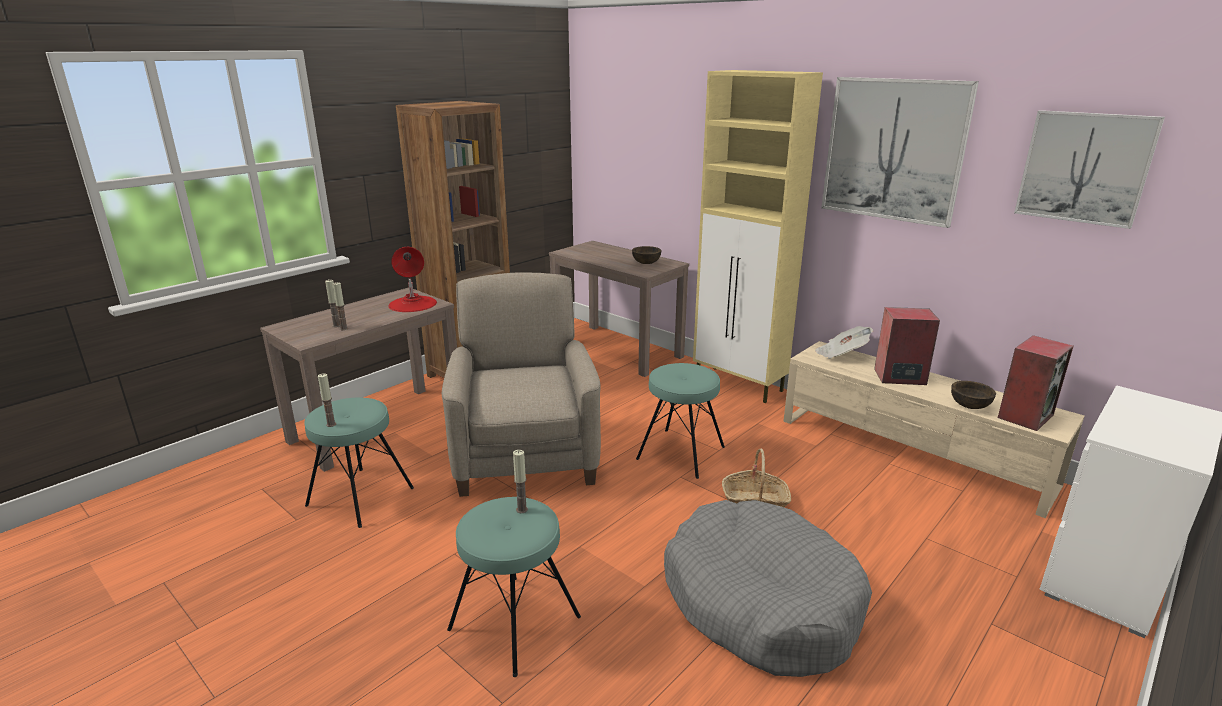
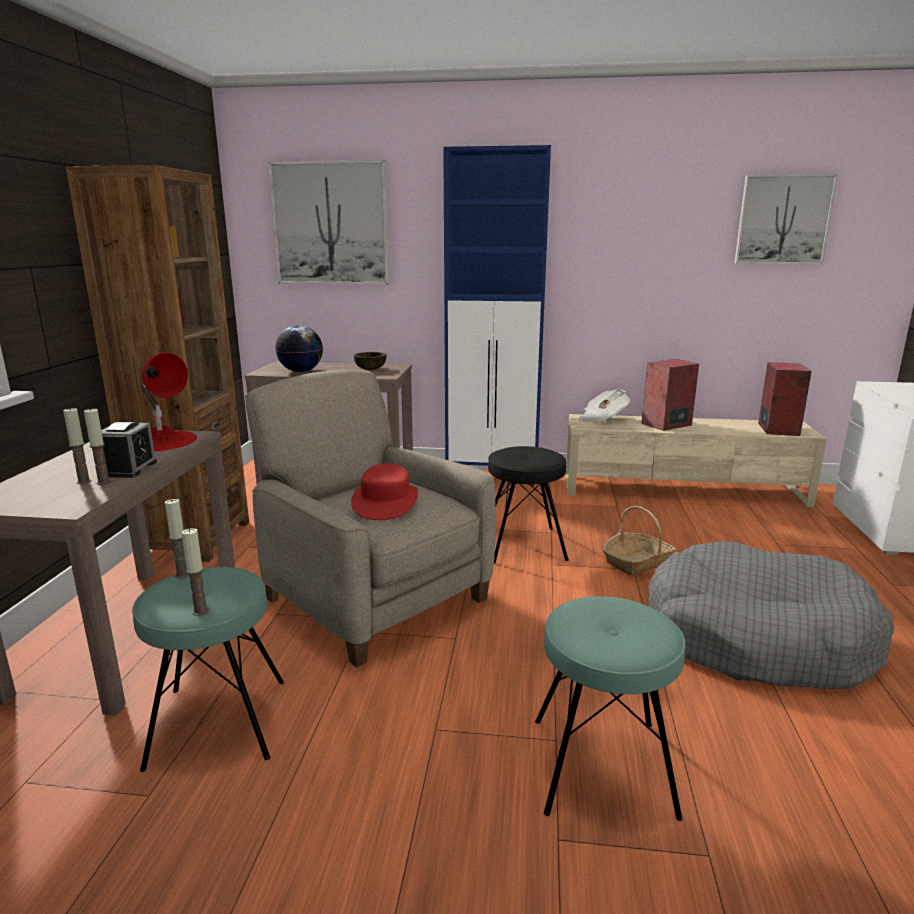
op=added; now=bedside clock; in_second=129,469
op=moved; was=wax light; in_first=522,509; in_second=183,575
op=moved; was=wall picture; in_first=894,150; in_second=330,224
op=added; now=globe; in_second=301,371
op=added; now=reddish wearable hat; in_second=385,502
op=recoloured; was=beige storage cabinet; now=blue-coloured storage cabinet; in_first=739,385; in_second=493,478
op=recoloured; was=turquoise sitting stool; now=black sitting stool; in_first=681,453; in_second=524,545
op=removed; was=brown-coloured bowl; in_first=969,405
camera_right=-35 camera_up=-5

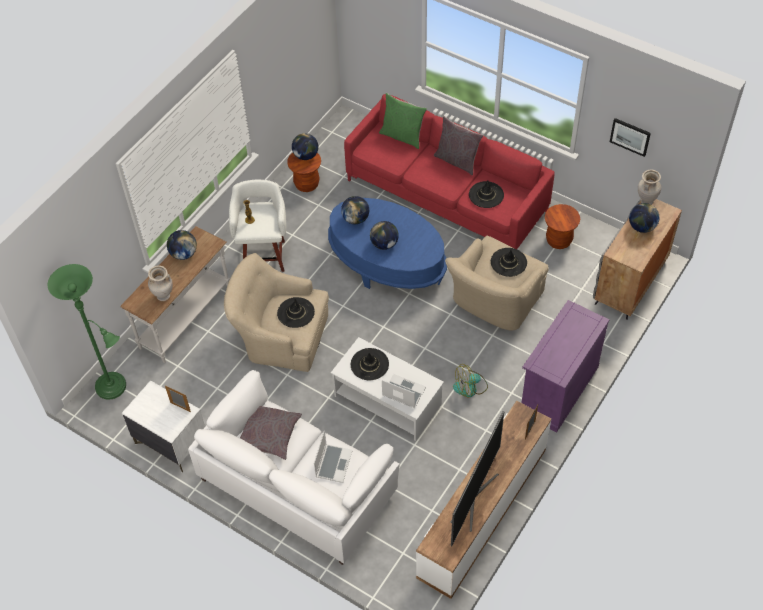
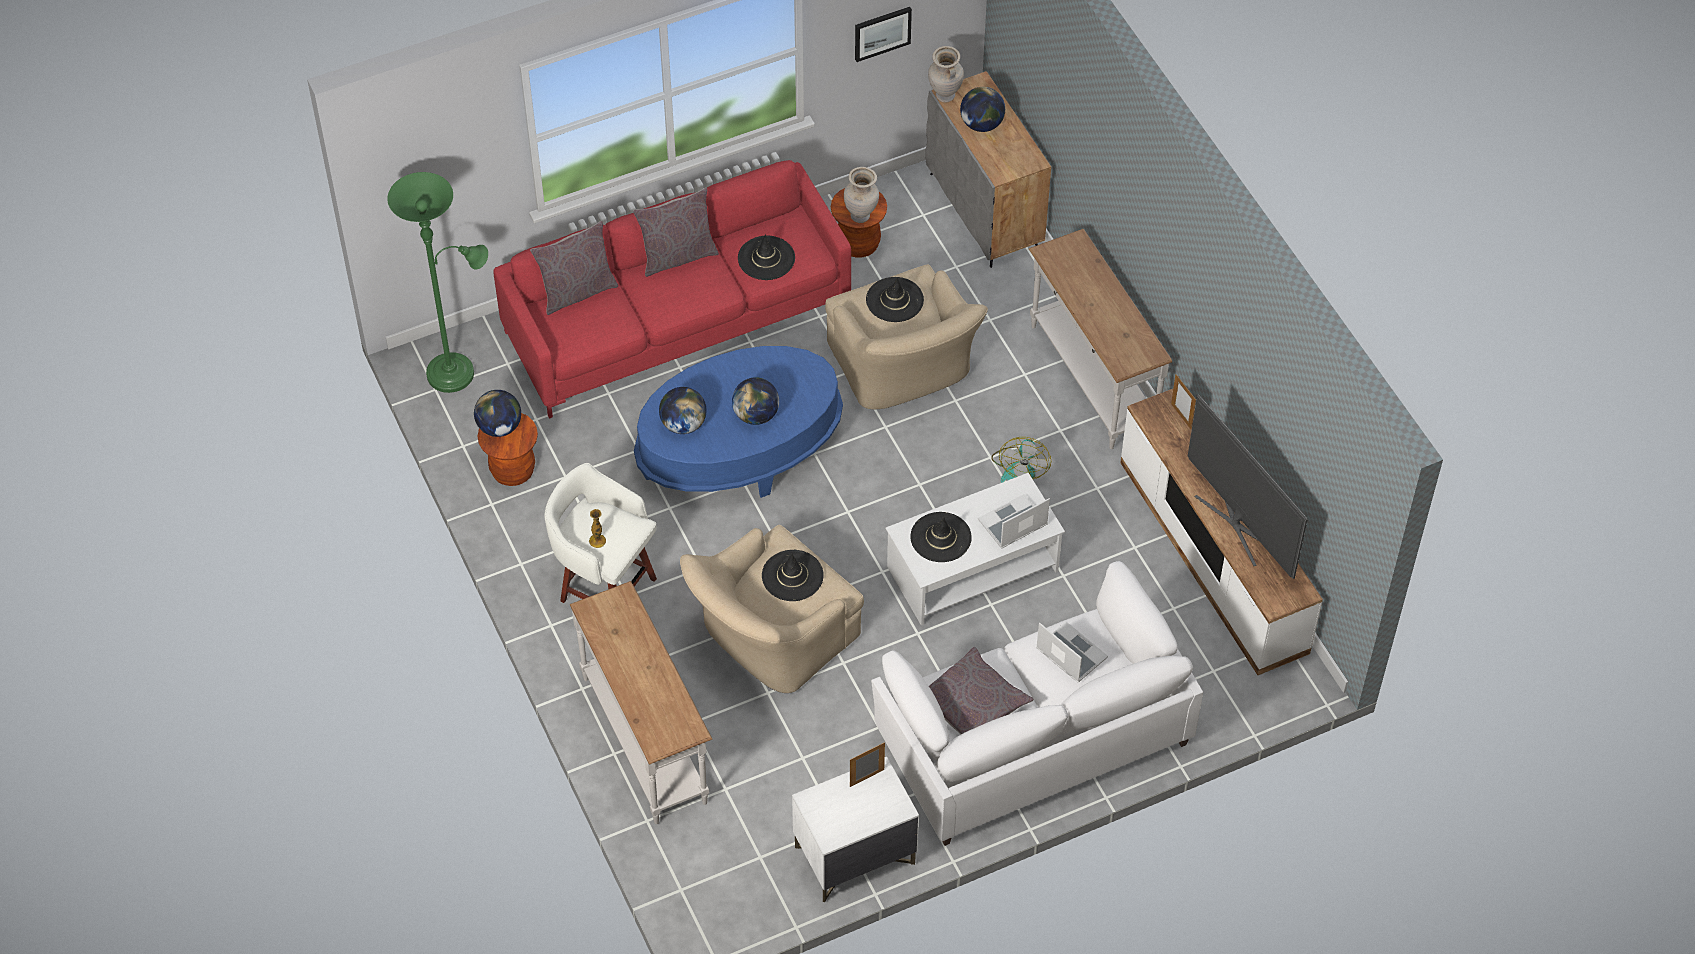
op=moved; was=green floor lamp; in_first=114,388; in_second=456,371
op=recoloured; was=green pillow; now=gray pillow; in_first=402,136; in_second=577,291
op=moved; was=beige decorative vase; in_first=163,297; in_second=861,216
op=replaced; was=purplish storage cabinet; now=white narrow table; in_first=558,389; in_second=1091,379
op=removed; was=globe; in_first=183,254
camera_right=-60 camera_up=0

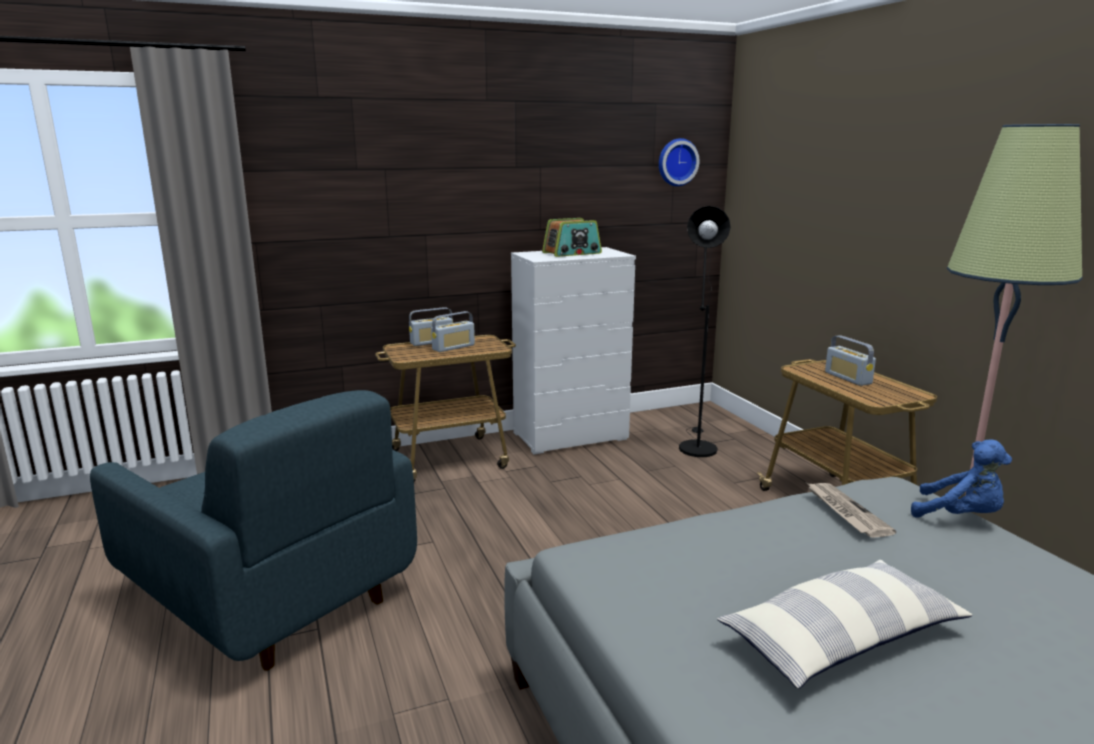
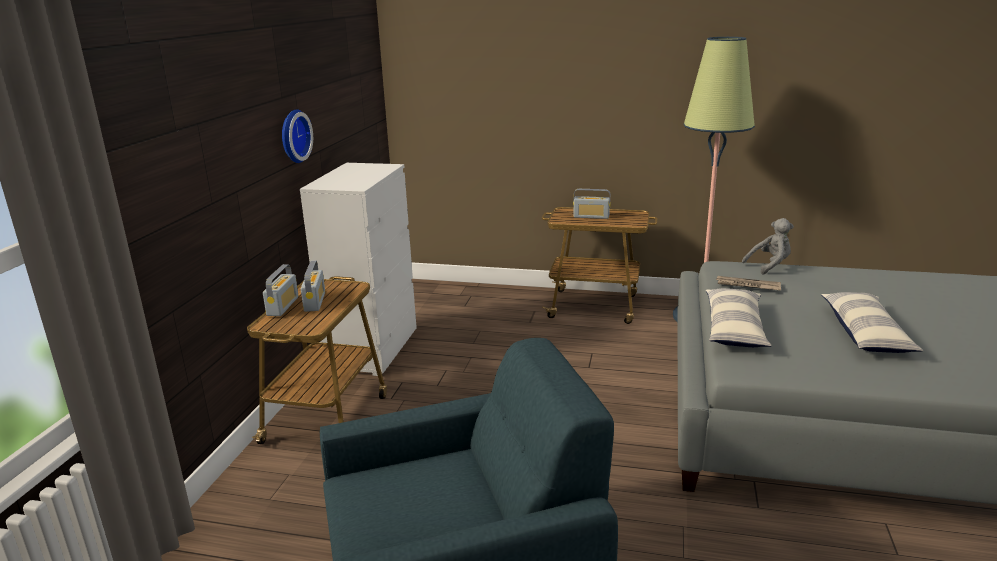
op=moved; was=hanging clock; in_first=676,162; in_second=293,136
op=added; now=pillow; in_second=734,329
op=recoloured; was=blue-coloured cuddly toy; now=gray cuddly toy; in_first=960,516; in_second=769,266
op=removed; was=radio receiver; in_first=572,253
op=removed; was=black floor lamp; in_first=696,446
camera_right=-55 camera_up=5

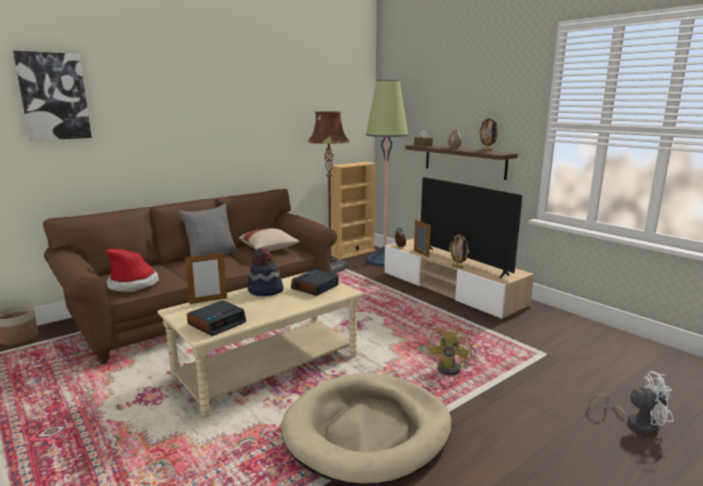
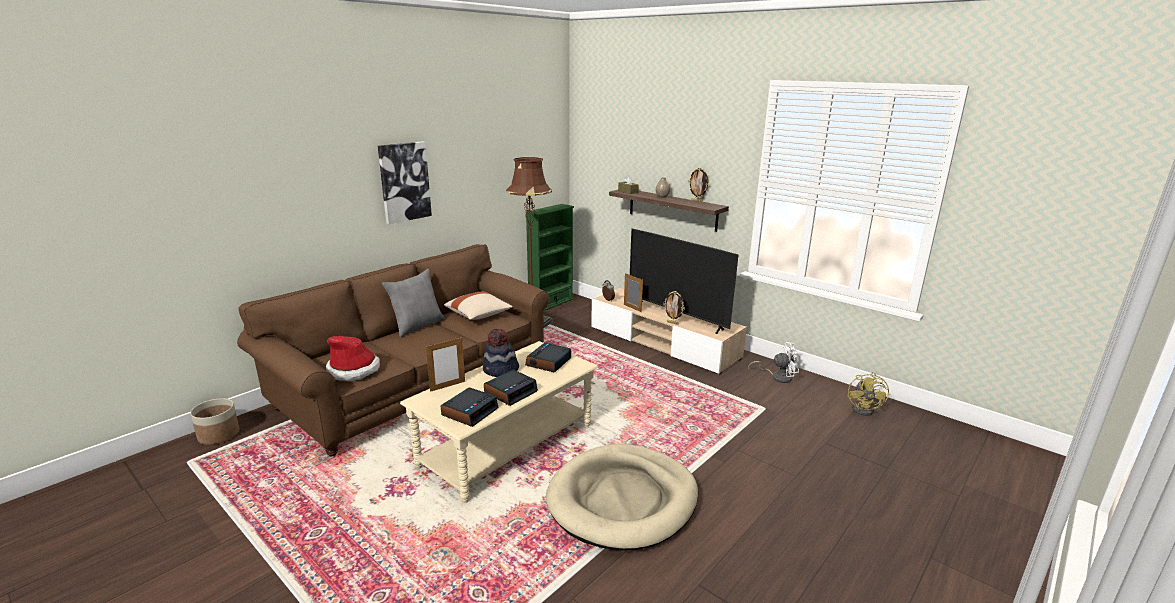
op=moved; was=wall picture; in_first=54,96; in_second=404,182
op=added; now=bedside clock; in_second=511,392
op=recoloured; was=beige bookcase; now=green bookcase; in_first=353,253; in_second=551,303
op=moved; was=white fan; in_first=636,422; in_second=777,377
op=moved; was=yellow-coloured fan; in_first=453,369; in_second=865,409
op=removed; was=floor lamp; in_first=384,260
camera_right=-10 camera_up=5

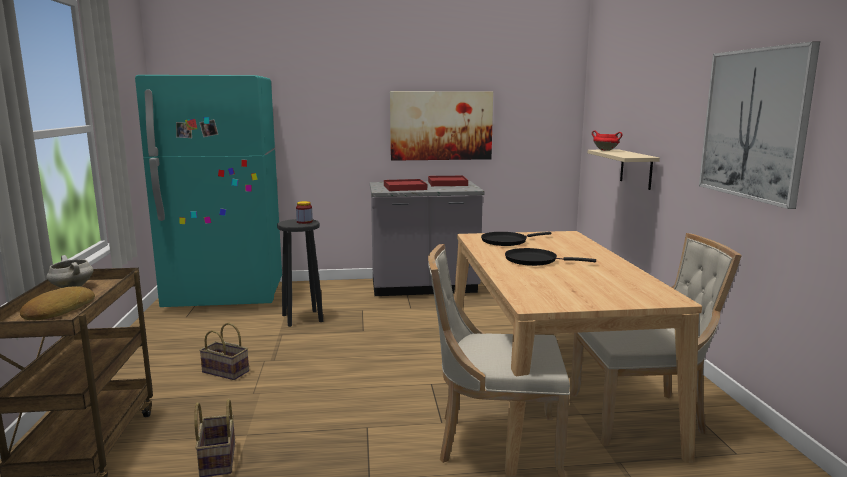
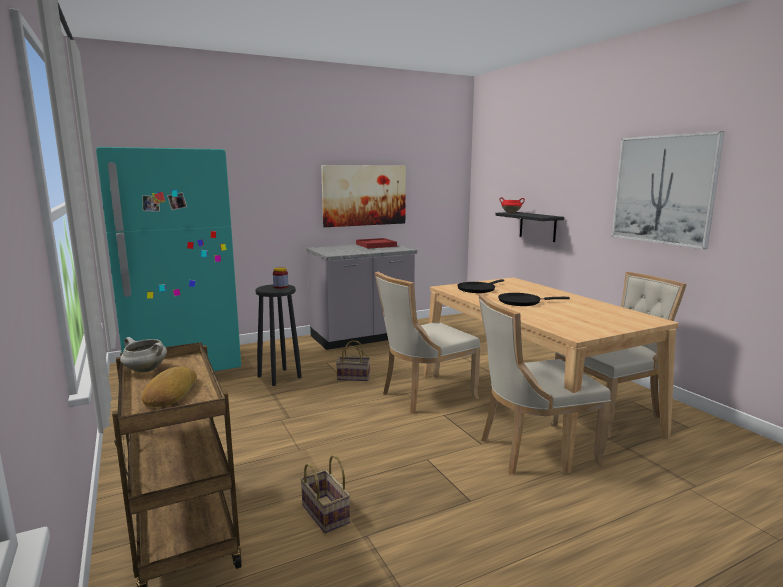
op=moved; was=basket; in_first=227,371; in_second=354,377
op=added; now=beige plain chair; in_second=424,395
op=recoloured; was=beige shelf; now=black shelf; in_first=636,169; in_second=537,226
op=removed; was=reddish carrying tray; in_first=404,187
camera_right=-20 camera_up=0

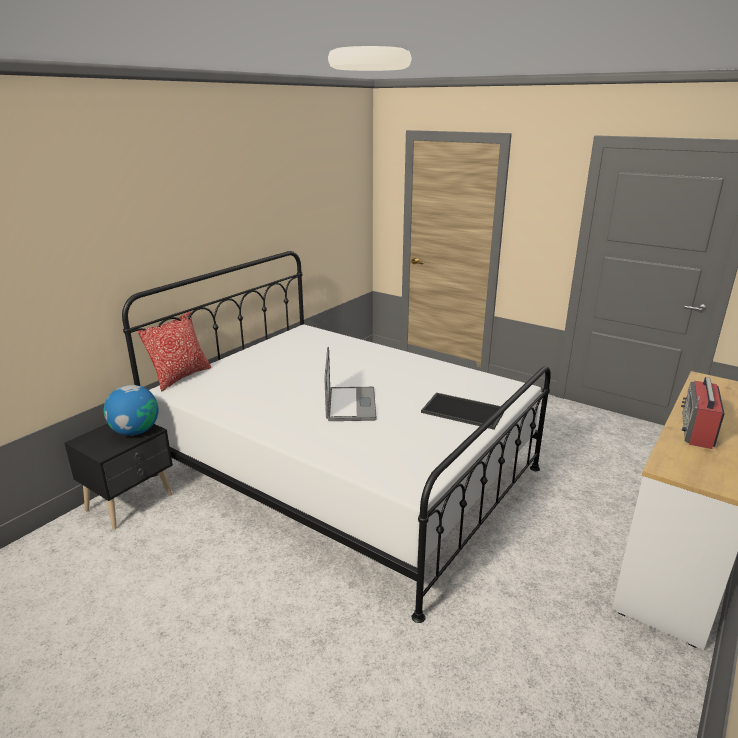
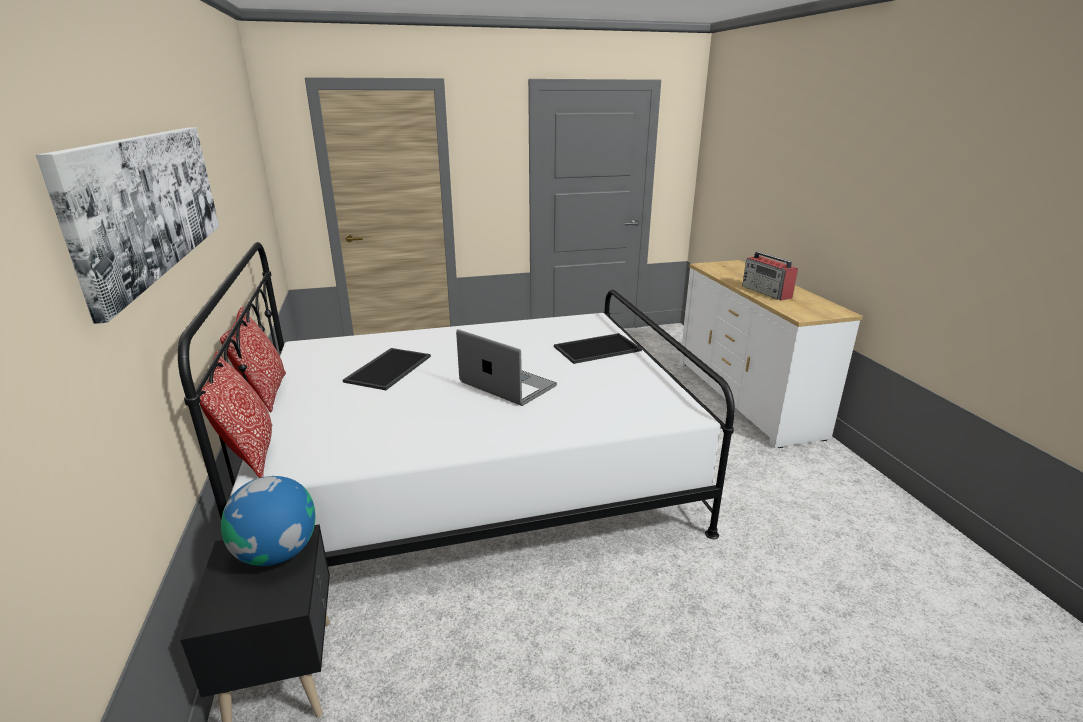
op=added; now=wall picture; in_second=151,202
op=added; now=pillow; in_second=265,393
op=added; now=carrying tray; in_second=388,368
camera_right=-50 camera_up=0

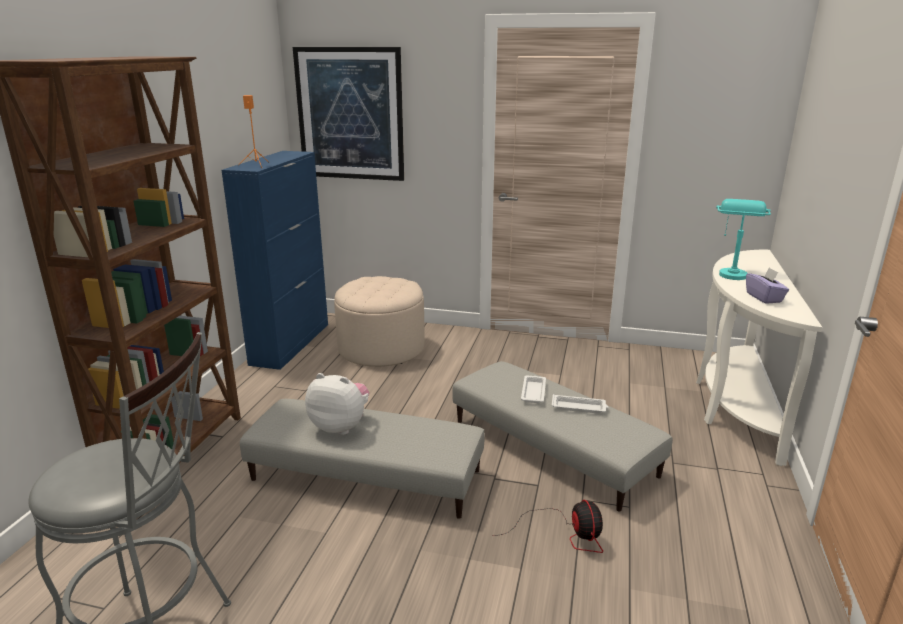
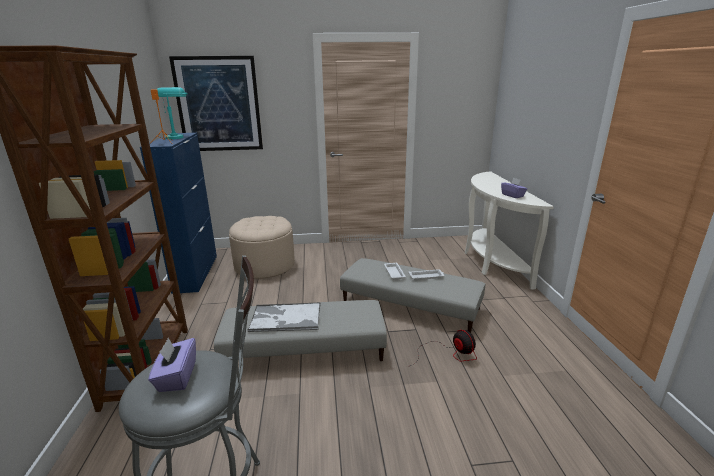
op=added; now=purplish box of tissues; in_second=177,377
op=moved; was=turquoise table lamp; in_first=731,272; in_second=176,137
op=replaced; was=cuddly toy; now=carrying tray; in_first=340,426; in_second=285,318
camera_right=-20 camera_up=0

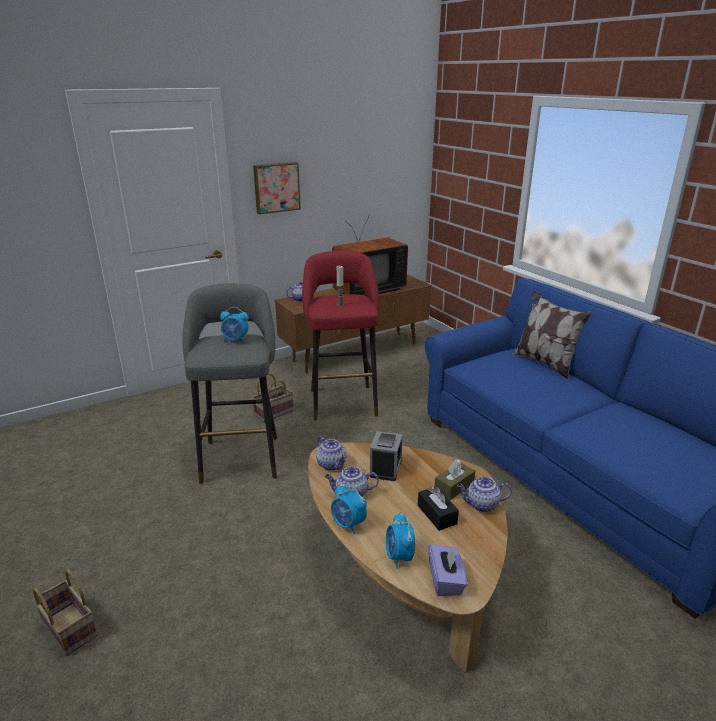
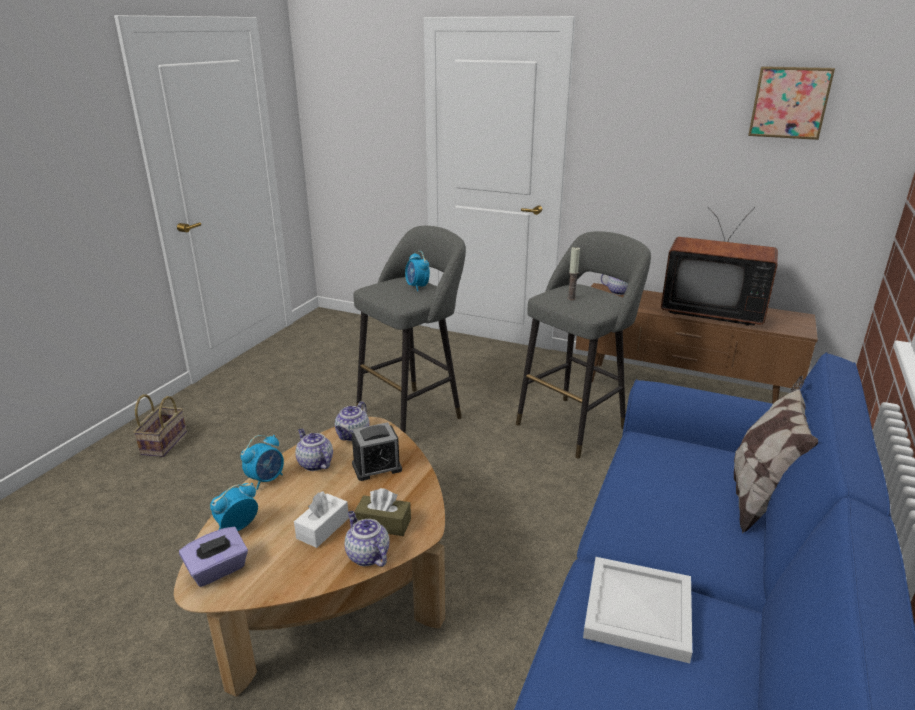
op=turned; was=bedside clock; in_first=348,524; in_second=266,479; clockwise=-150
op=recoloured; was=black box of tissues; now=white box of tissues; in_first=437,514; in_second=323,528
op=recoloured; was=reddish sitting stool; now=gray sitting stool; in_first=342,400; in_second=575,424
op=added; now=white carrying tray; in_second=636,611
op=moved; was=wall picture; in_first=276,187; in_second=789,102
op=removed; was=basket; in_first=274,412
camera_right=55 camera_up=0

